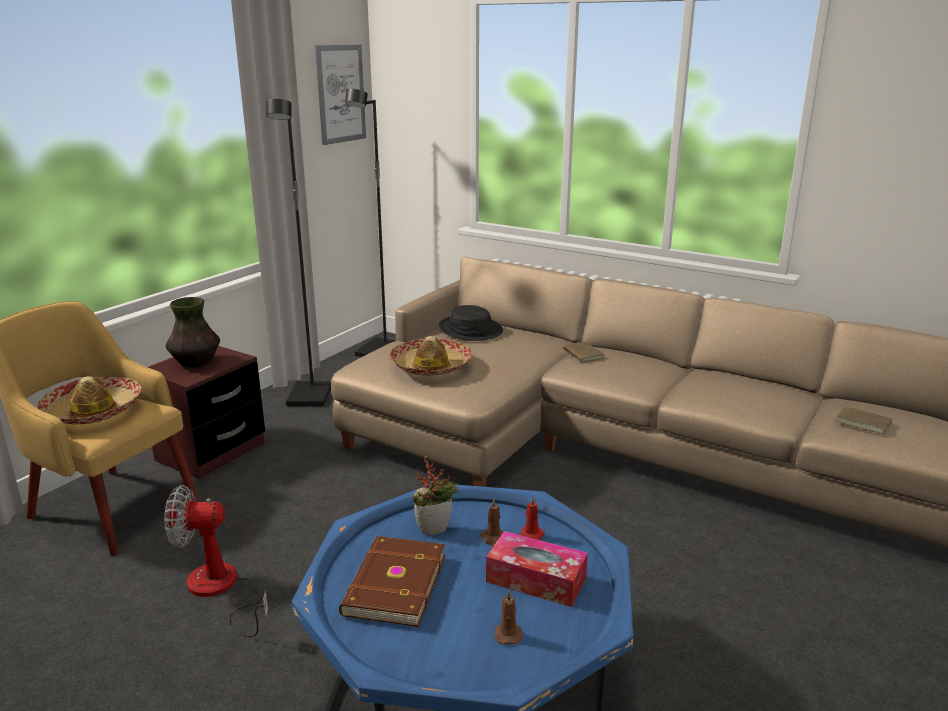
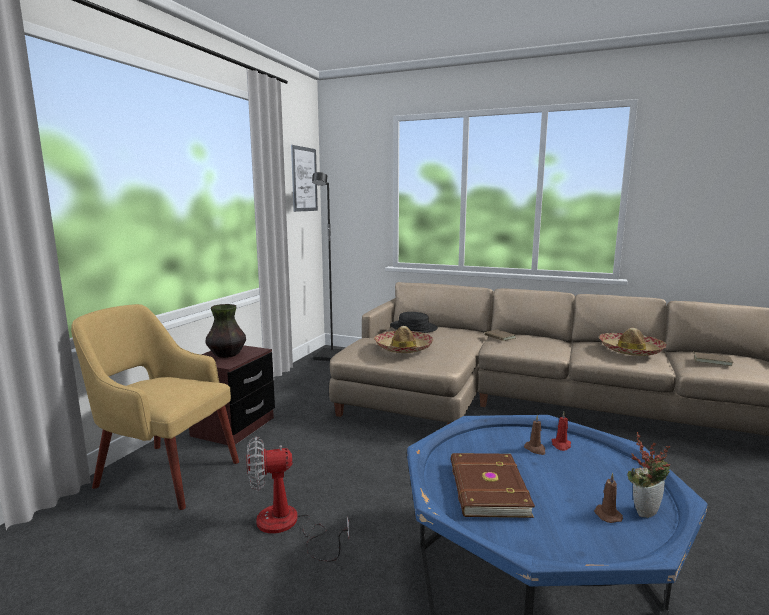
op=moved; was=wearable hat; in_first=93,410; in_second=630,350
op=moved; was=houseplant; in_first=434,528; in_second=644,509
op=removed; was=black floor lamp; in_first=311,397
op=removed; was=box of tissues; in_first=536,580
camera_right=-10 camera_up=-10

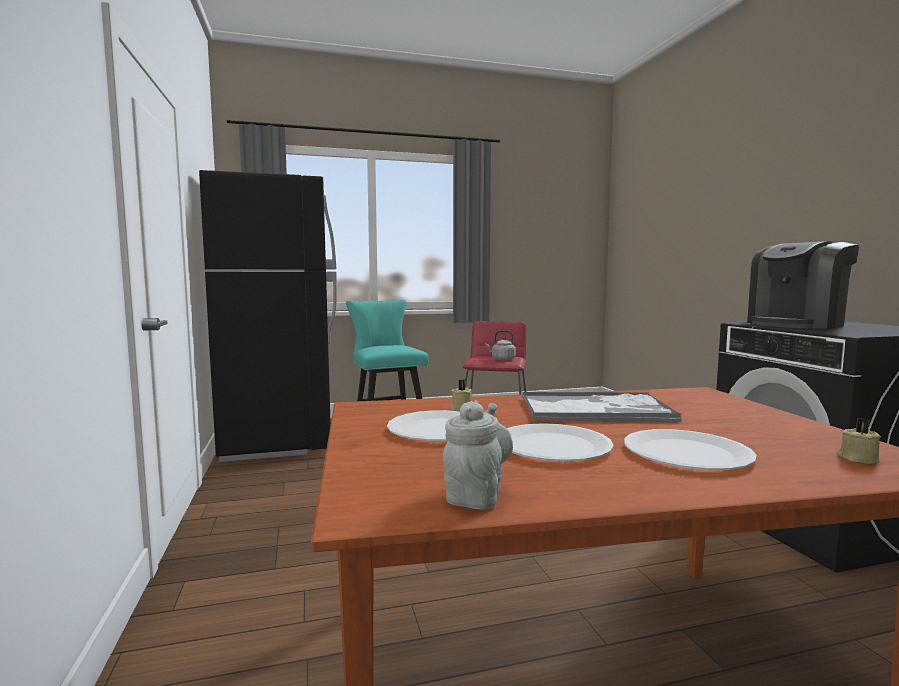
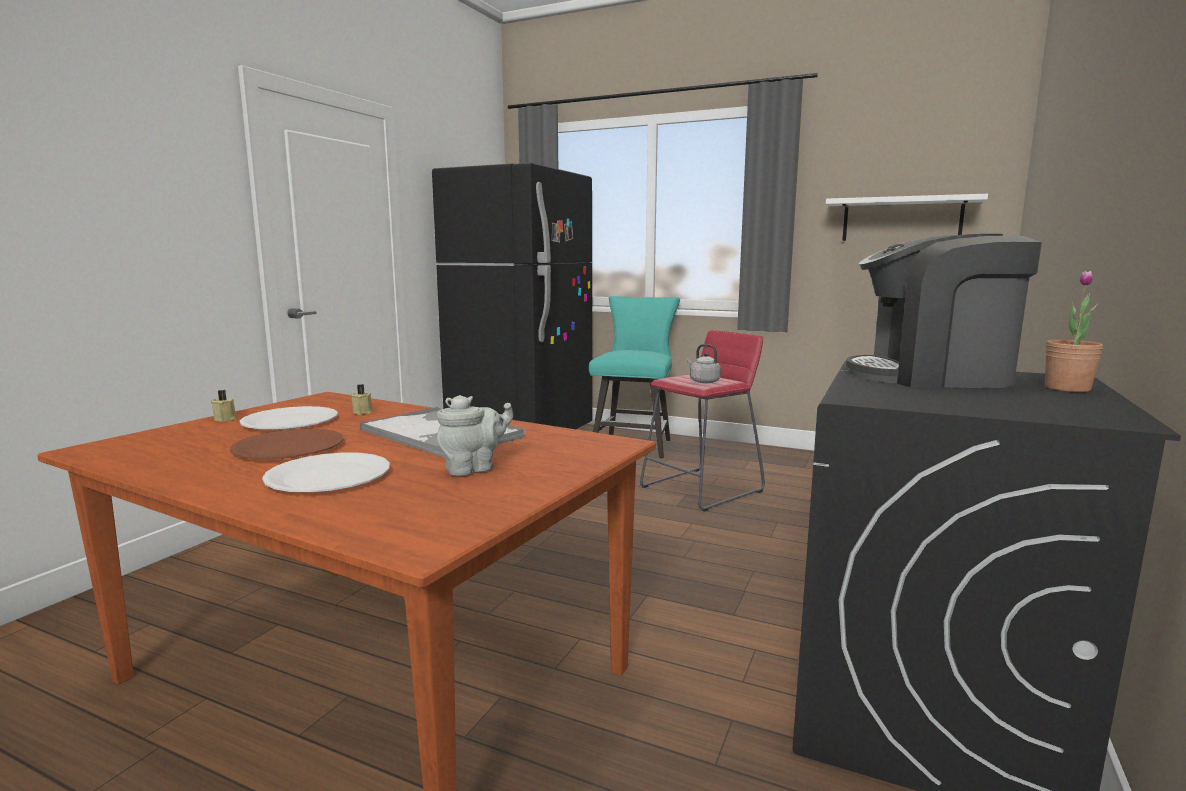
op=moved; was=beige wax light; in_first=857,458; in_second=226,419
op=recoloured; was=white dinner plate; now=brown-coloured dinner plate; in_first=552,446; in_second=288,448
op=moved; was=gray pot for tea; in_first=476,494; in_second=473,468
op=added; now=white shelf; in_second=901,219
op=added; now=houseplant; in_second=1067,388
camera_right=40 camera_up=5

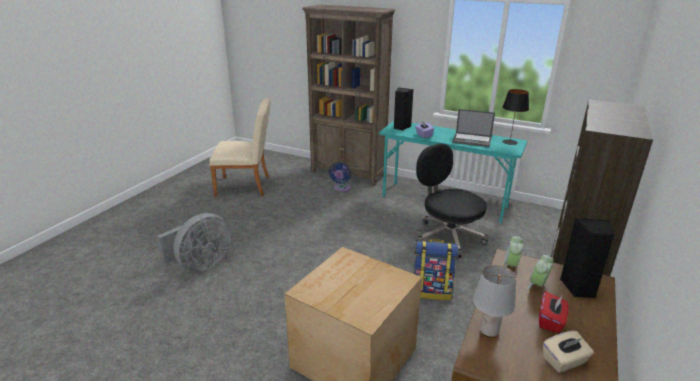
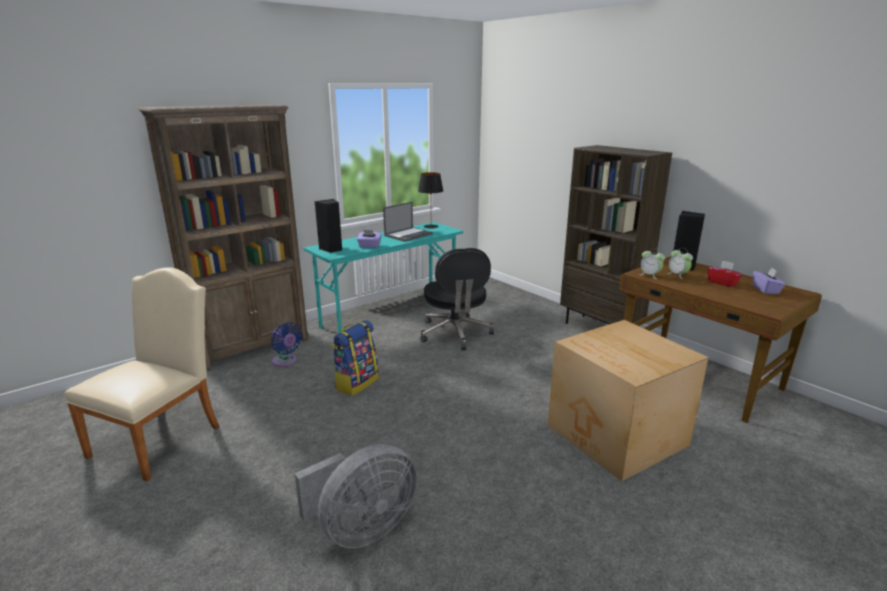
op=turned; was=gray fan; in_first=200,265; in_second=362,529; clockwise=75
op=moved; was=knapsack; in_first=432,291; in_second=356,383
op=turned; was=black office chair; in_first=447,237; in_second=455,333; clockwise=-90
op=recoloured; was=beige box of tissues; now=purplish box of tissues; in_first=564,361; in_second=766,290
op=removed; was=gray table lamp; in_first=489,332
camera_right=-65 camera_up=-5

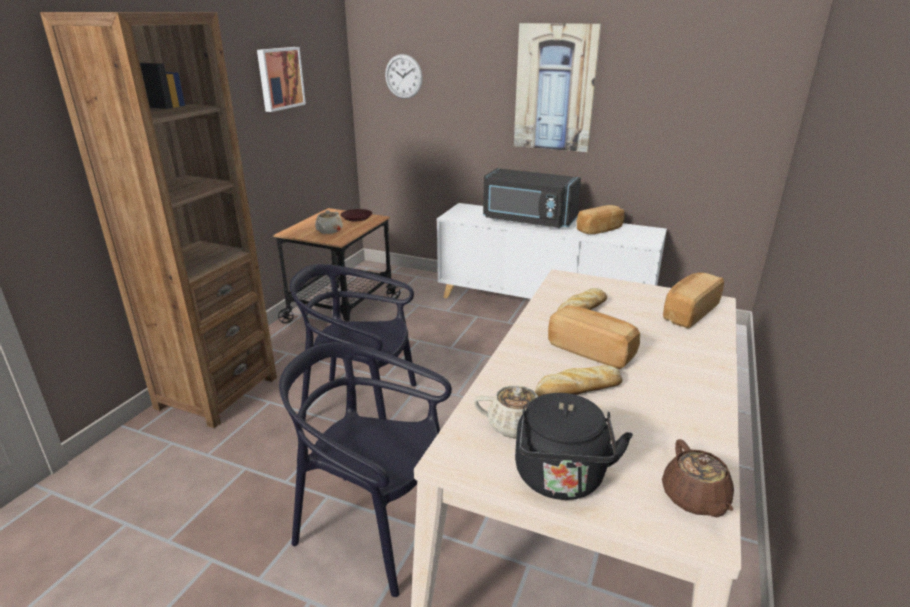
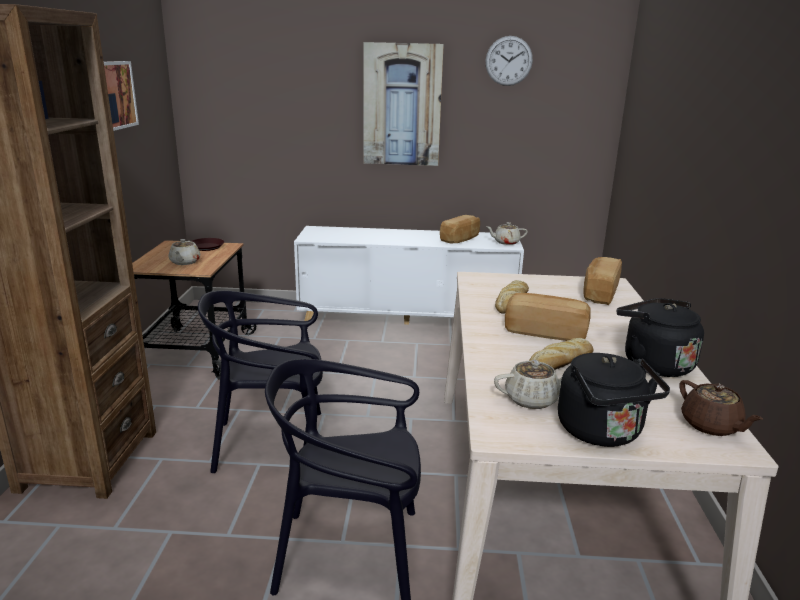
op=moved; was=hanging clock; in_first=403,76; in_second=508,61
op=added; now=beige pot for tea; in_second=506,242
op=added; now=black water kettle; in_second=653,364
op=removed; was=black kitchen microwave; in_first=528,221
camera_right=-20 camera_up=-5

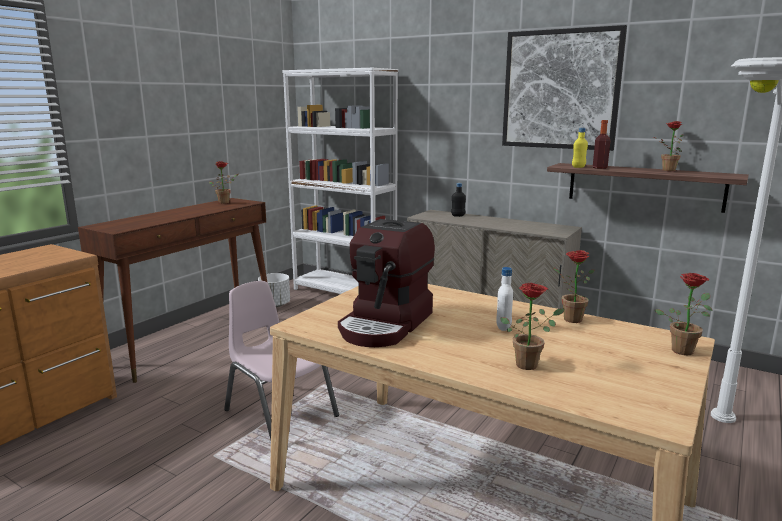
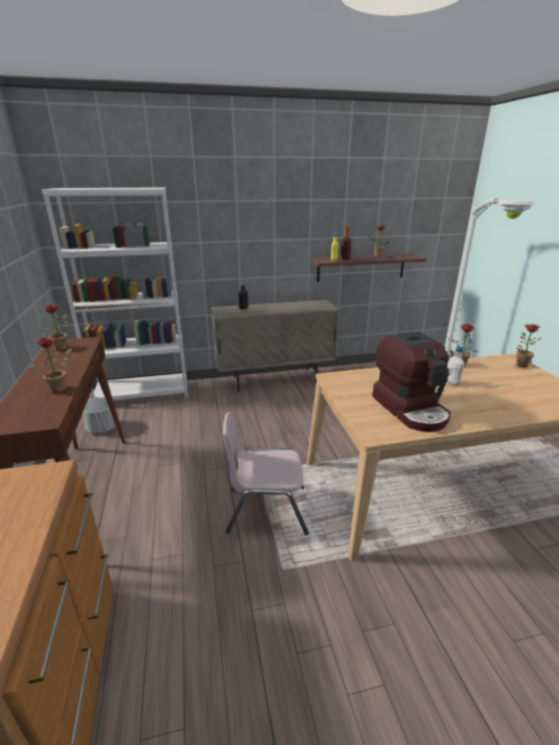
op=moved; was=houseplant; in_first=530,364; in_second=60,388
op=removed; was=wall picture; in_first=560,90
camera_right=-45 camera_up=10

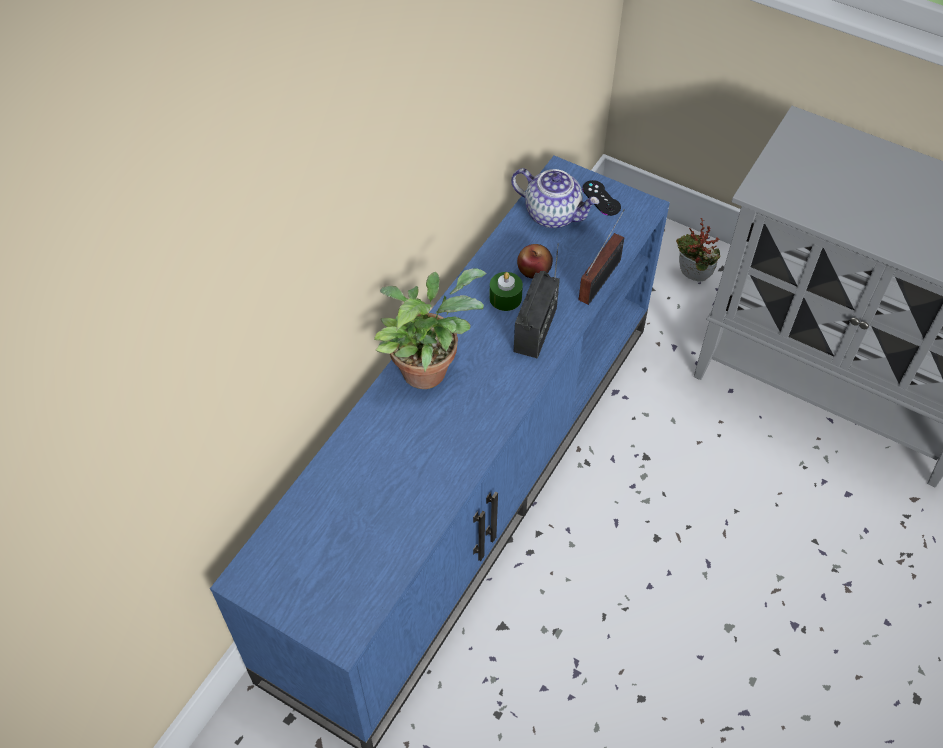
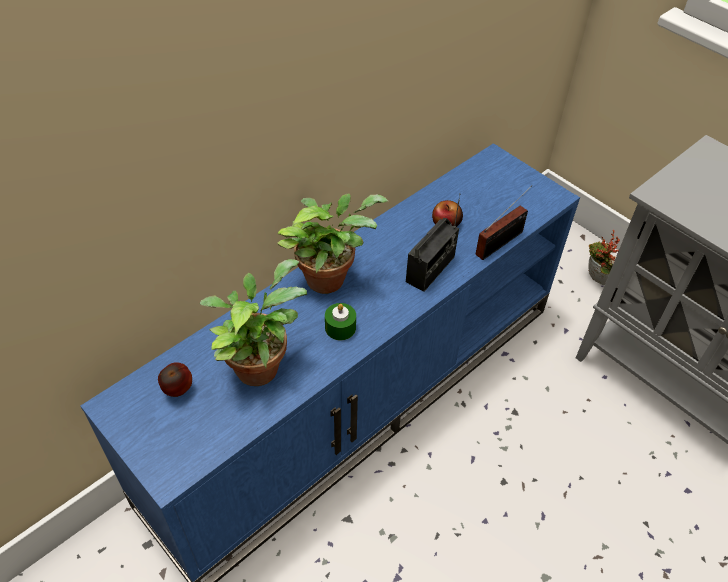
op=added; now=apple; in_second=178,390
op=added; now=houseplant; in_second=259,364
op=moved; was=green wax light; in_first=505,298; in_second=340,328
op=removed; was=pot for tea; in_first=553,214
op=removed; was=black joypad; in_first=601,198
camera_right=15 camera_up=-5

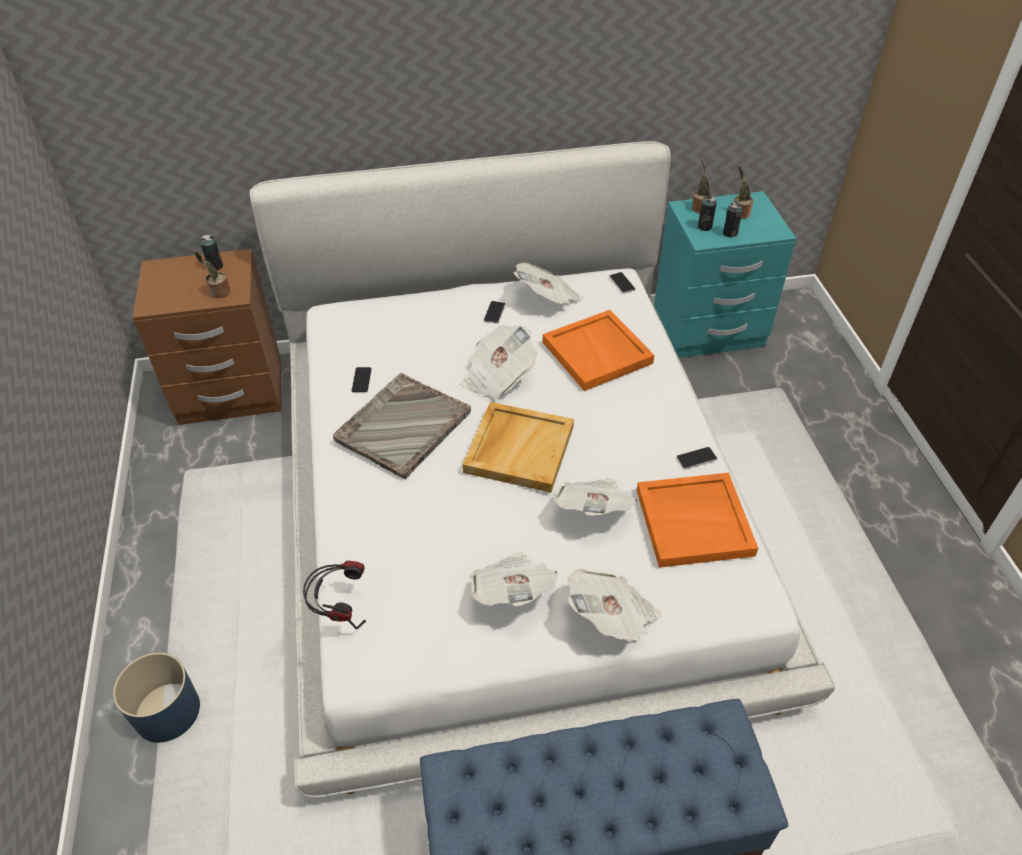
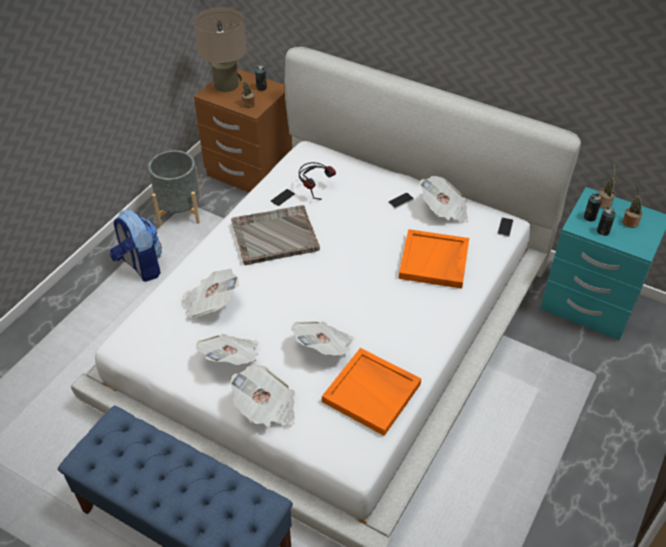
op=added; now=knapsack; in_second=140,266
op=added; now=gray plant pot; in_second=180,211
op=moved; was=daily paper; in_first=497,376; in_second=210,303
op=added; now=beige table lamp; in_second=226,84
op=moved; was=headset; in_first=339,609; in_second=315,189
op=removed; was=blue-coloured plant pot; in_first=167,711
op=removed; was=beige carrying tray; in_first=518,448
op=removed; was=phone; in_first=696,458
camera_right=40 camera_up=0

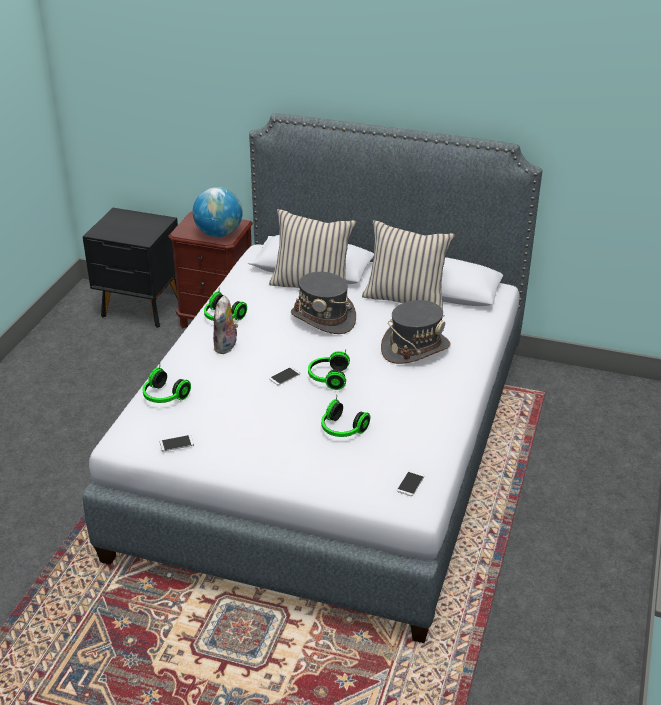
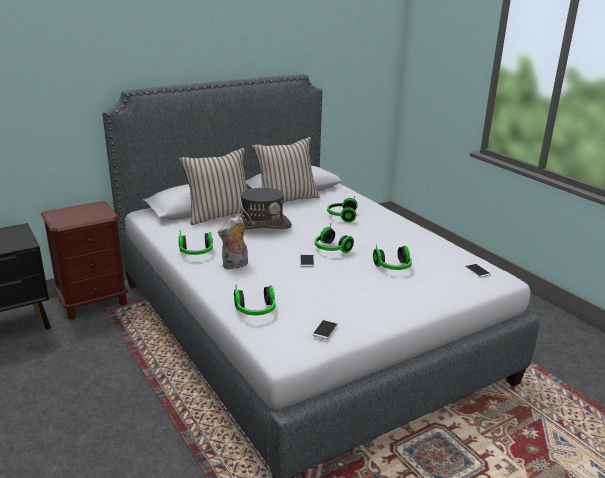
op=turned; was=cuddly toy; in_first=226,347; in_second=235,266; clockwise=90
op=replaced; was=gray wearable hat; now=headset; in_first=415,348; in_second=341,216
op=removed; was=globe; in_first=219,234
camera_right=-50 camera_up=-10

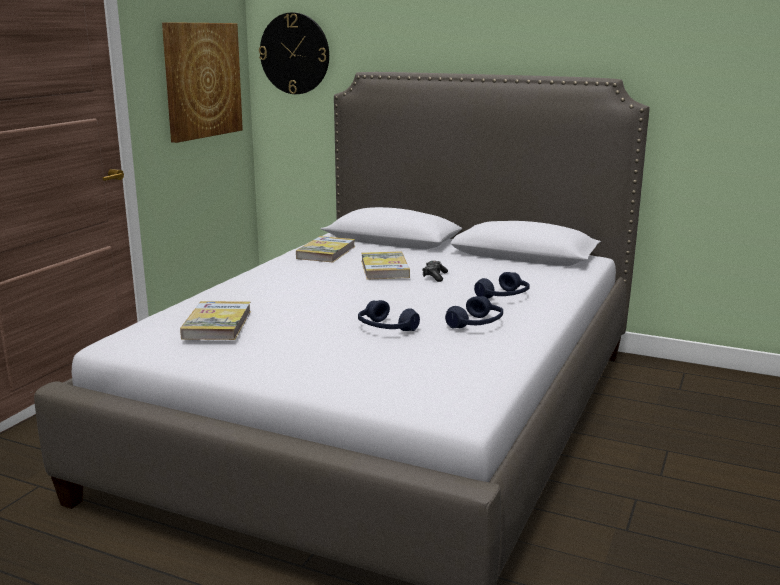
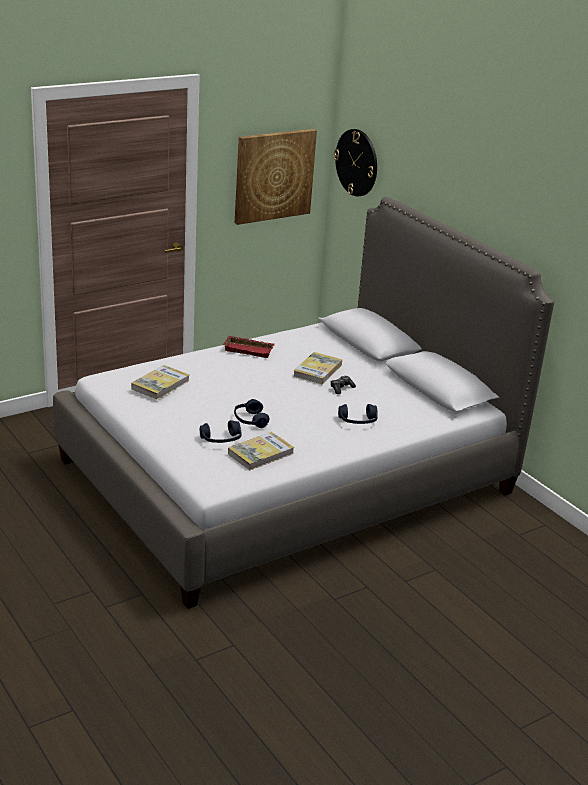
op=moved; was=blue-coloured headset; in_first=476,324; in_second=221,440
op=added; now=reddish carrying tray; in_second=249,349
op=moved; was=bound book; in_first=326,252; in_second=260,453
camera_right=30 camera_up=10

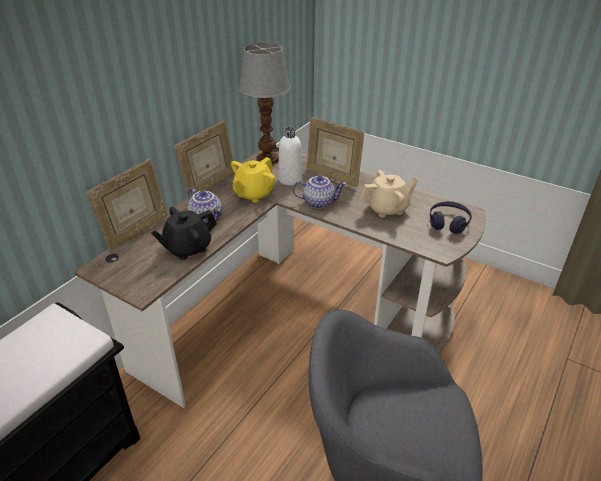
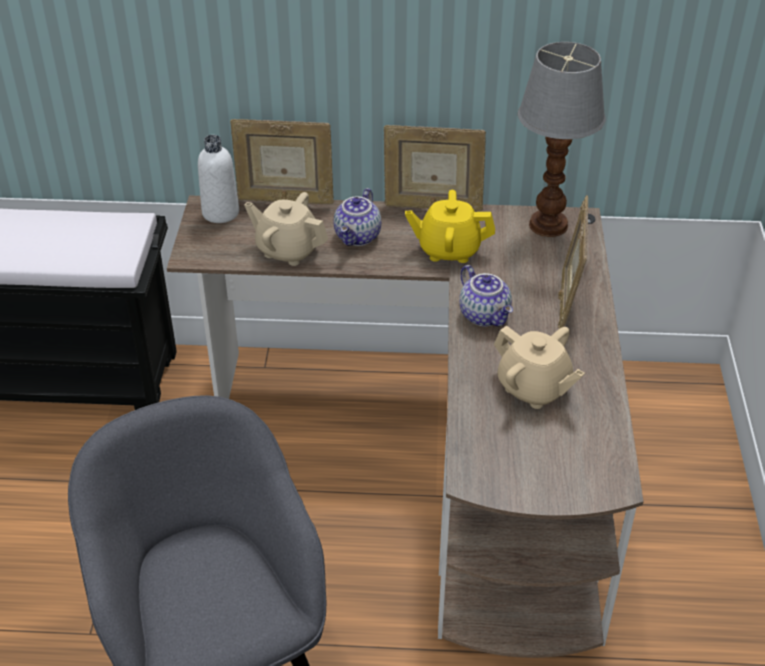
op=moved; was=white bottle; in_first=290,179; in_second=220,213
op=recoloured; was=black pot for tea; now=beige pot for tea; in_first=187,248; in_second=288,250
op=removed; was=purplish headset; in_first=448,223
camera_right=60 camera_up=5

